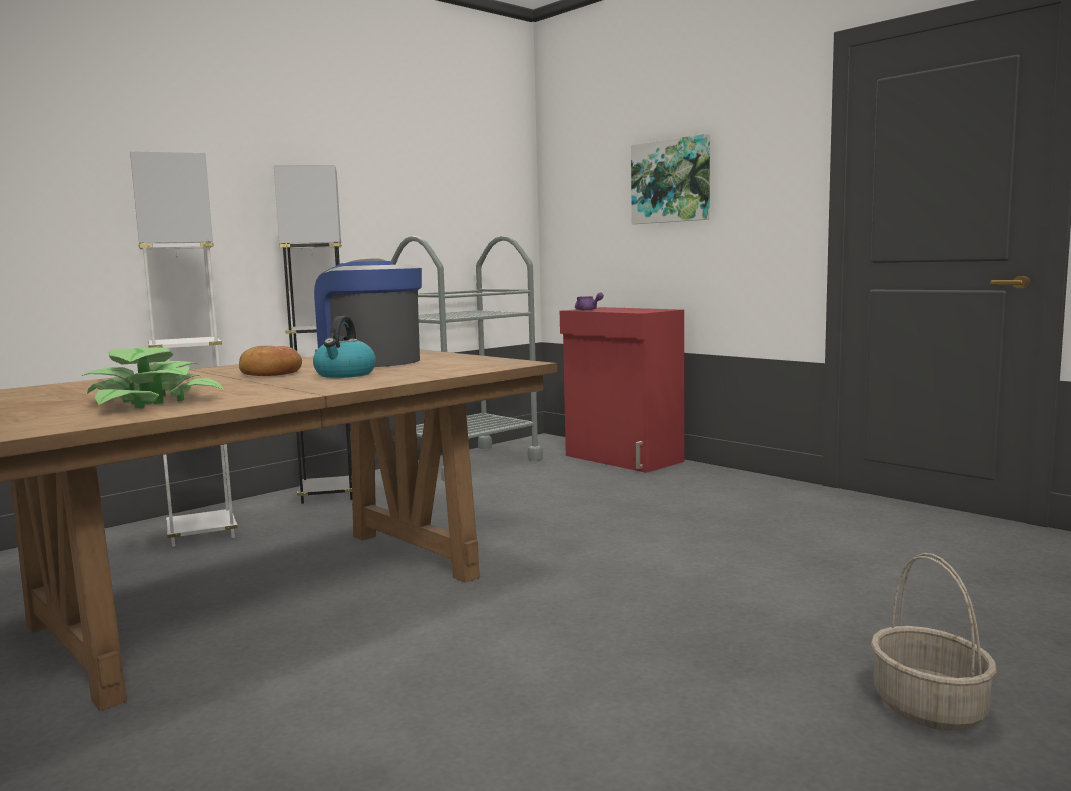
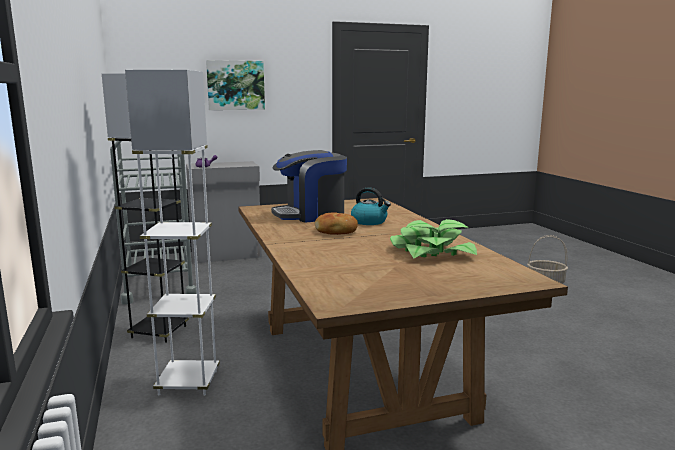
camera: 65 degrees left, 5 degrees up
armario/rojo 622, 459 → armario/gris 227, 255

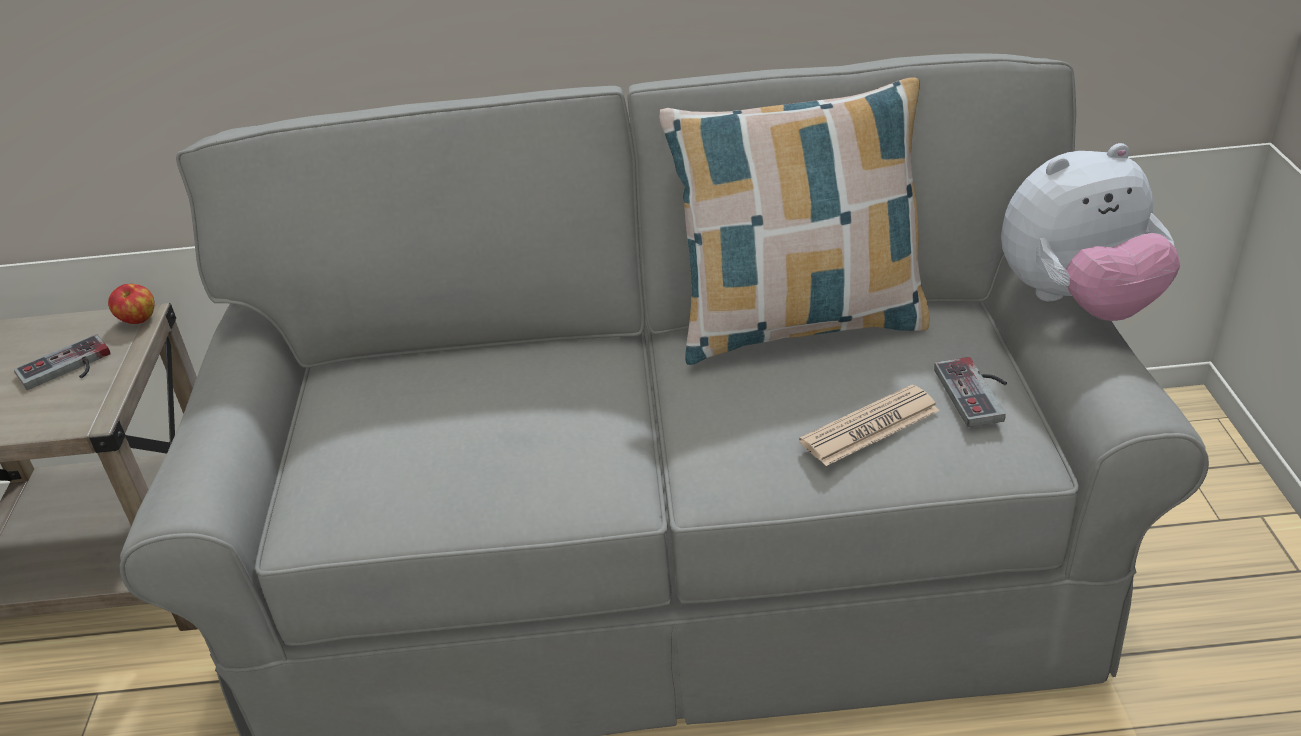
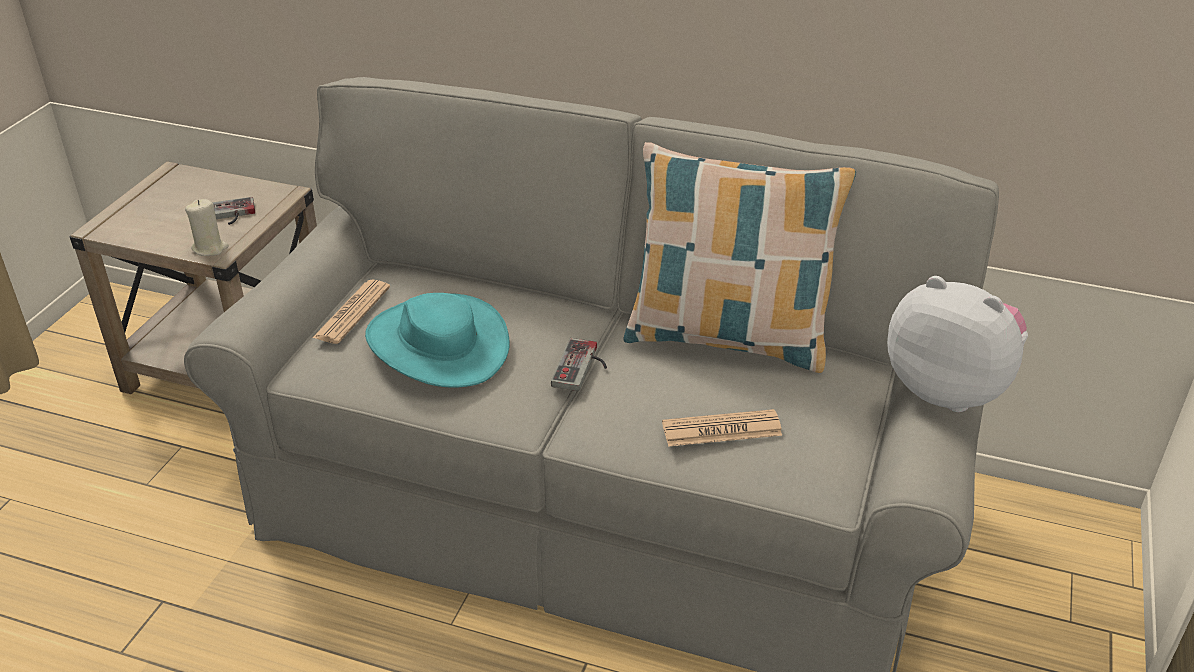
camera: 20 degrees right, 0 degrees up
manzana 138, 320 → -
- → vela/beis 210, 248
- → periódico 352, 313
- → sombrero/turquesa 438, 343
mando de consola 979, 392 → mando de consola 583, 368, move
peluche 1077, 303 → peluche 948, 389, 150 degrees counterclockwise

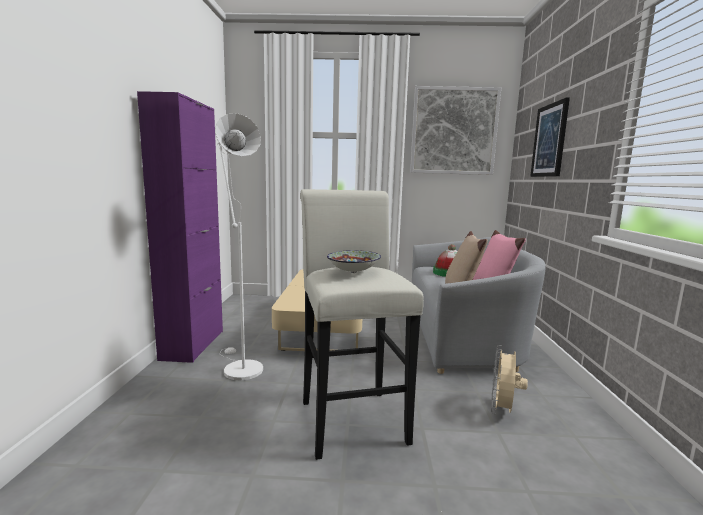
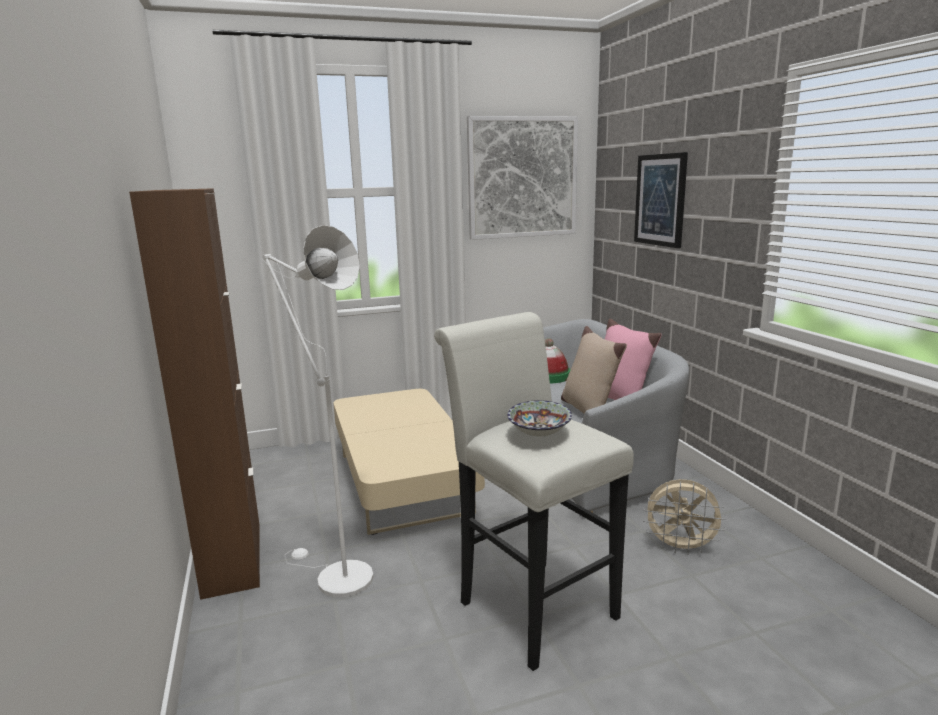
camera: 20 degrees left, 5 degrees up
armario/morado 193, 345 → armario/marrón 232, 558
ventilador/beis 502, 410 → ventilador/beis 681, 548, 75 degrees counterclockwise

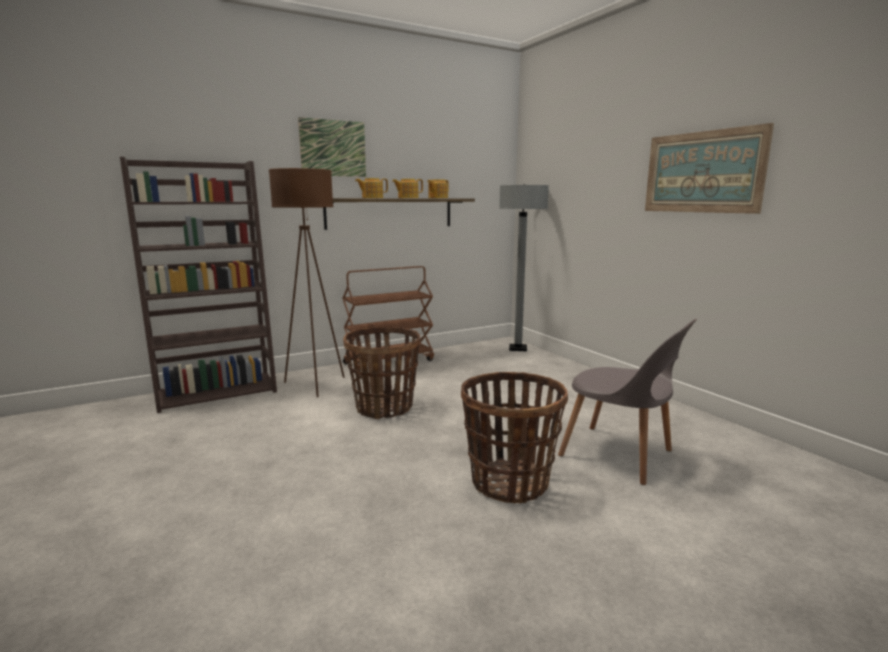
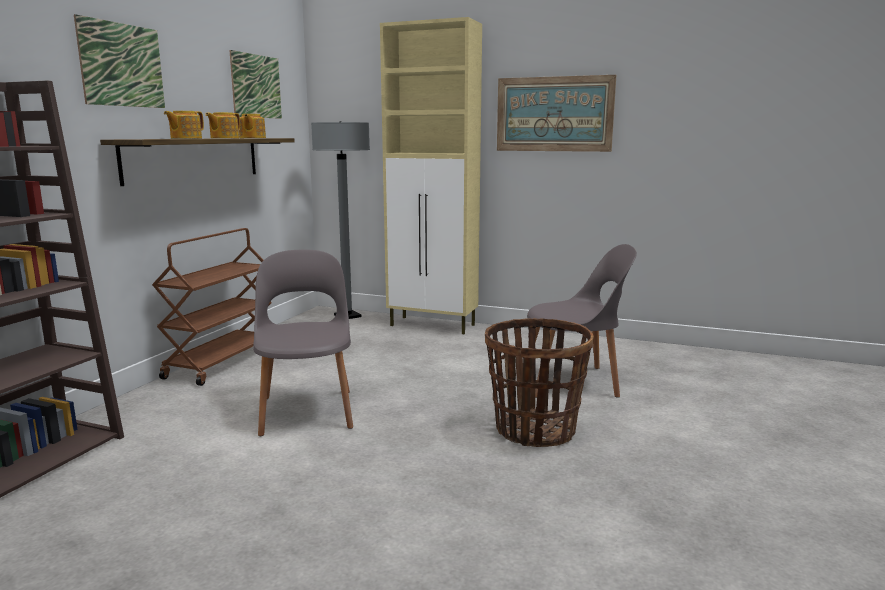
camera: 40 degrees left, 0 degrees up
lámpara de pie/marrón 314, 385 → -
- → cuadro 256, 86
- → armario/beis 433, 325
cesta 384, 407 → silla/gris 307, 410

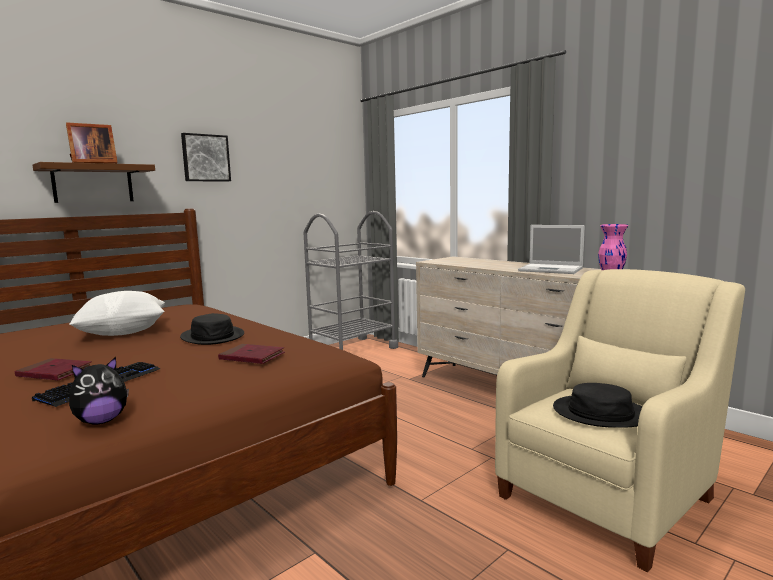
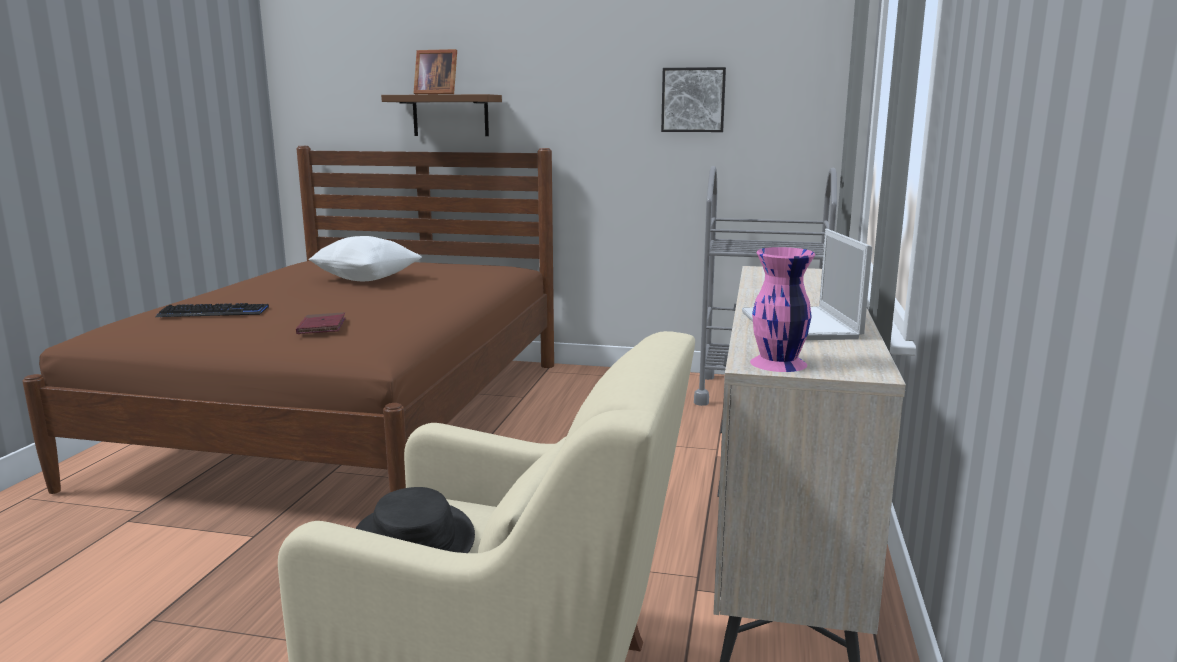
camera: 55 degrees right, 5 degrees up
libro/rojo 54, 373 → -
peluche 101, 421 → -
sombrero/negro 213, 336 → -
cuadro 205, 158 → cuadro 693, 100, move

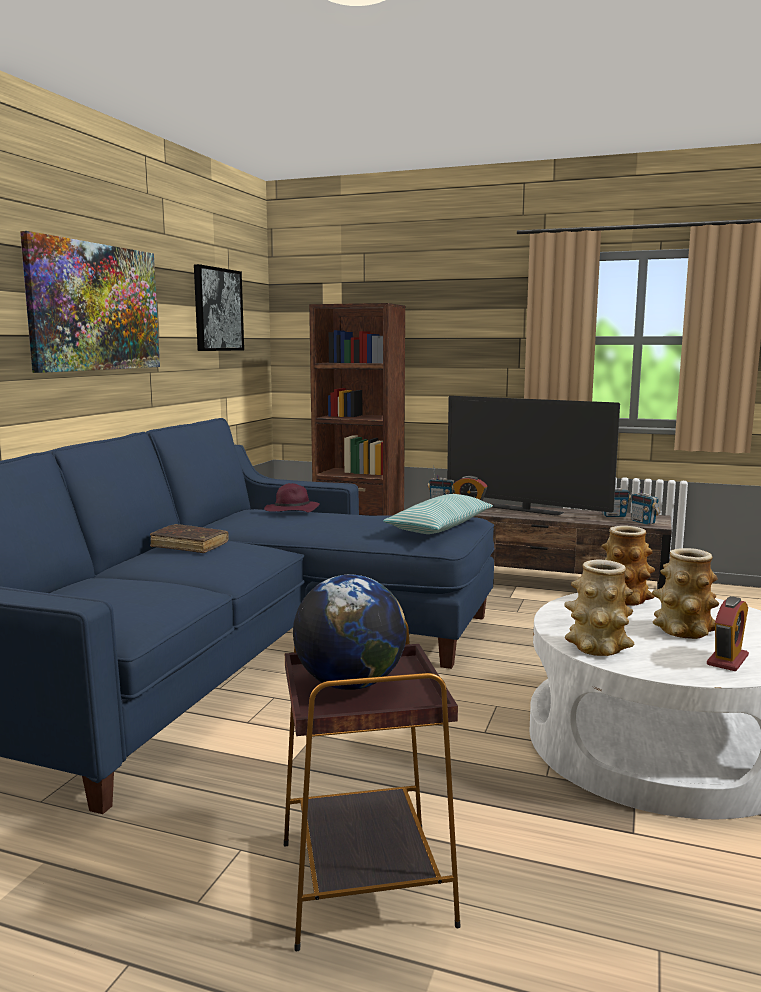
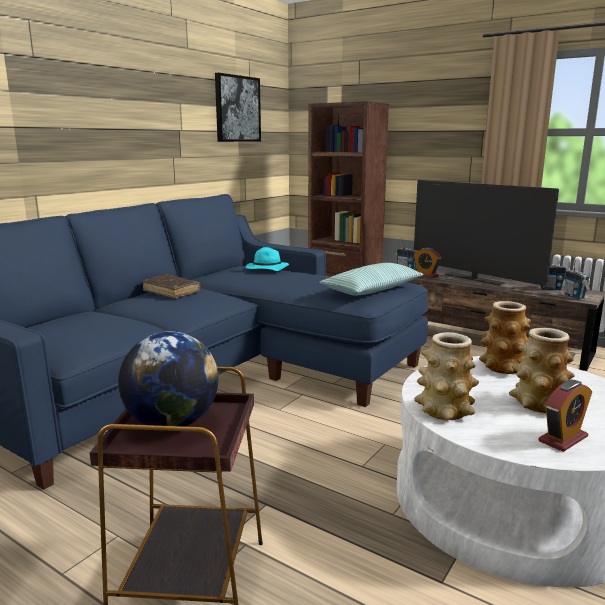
camera: 15 degrees right, 5 degrees up
cuadro 95, 307 → -
sombrero/morado 291, 511 → sombrero/turquesa 266, 269

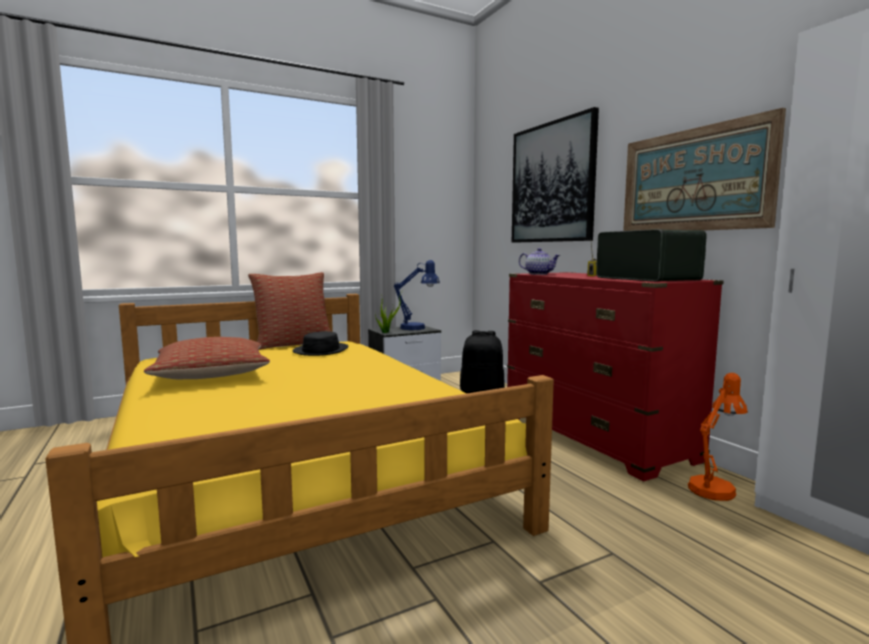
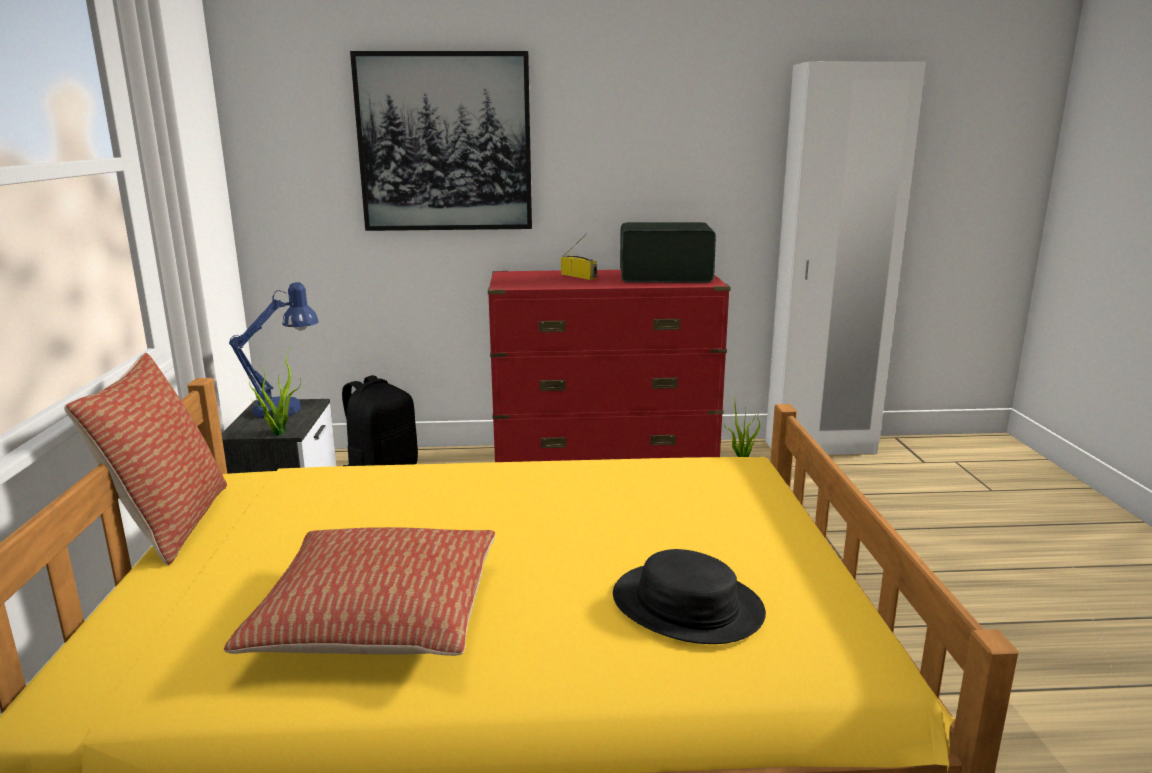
camera: 65 degrees left, 10 degrees up
tetera 539, 274 → -
cuadro 693, 180 → -
sombrero/negro 321, 350 → sombrero/negro 687, 606, move
lámpara de mesa/naranja 714, 487 → planta en maceta 741, 456

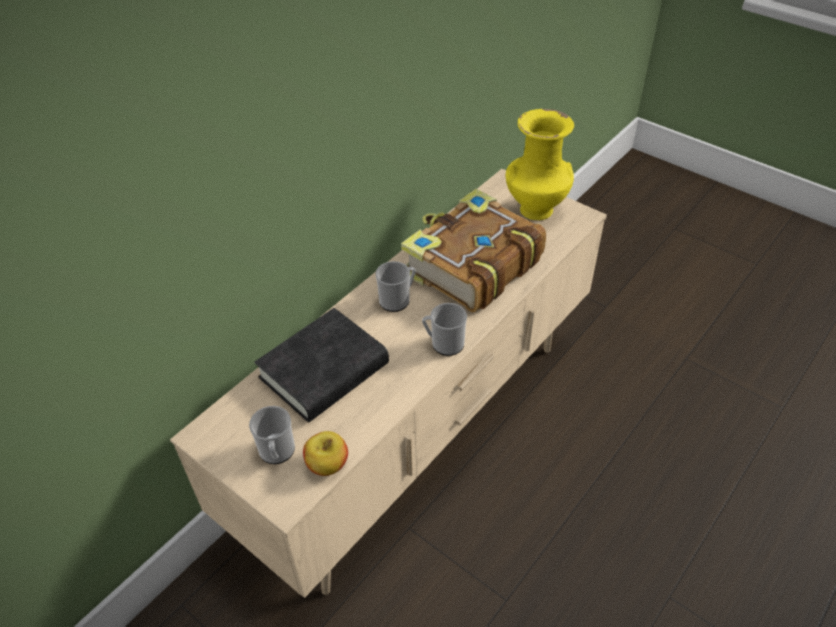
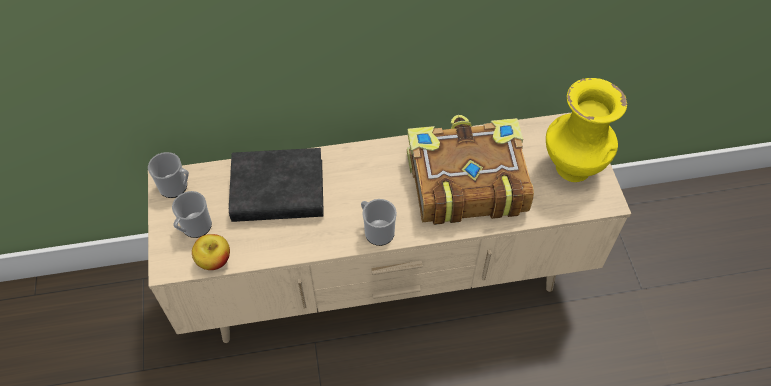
camera: 40 degrees right, 10 degrees up
taza grande 397, 300 → taza grande 176, 187, move

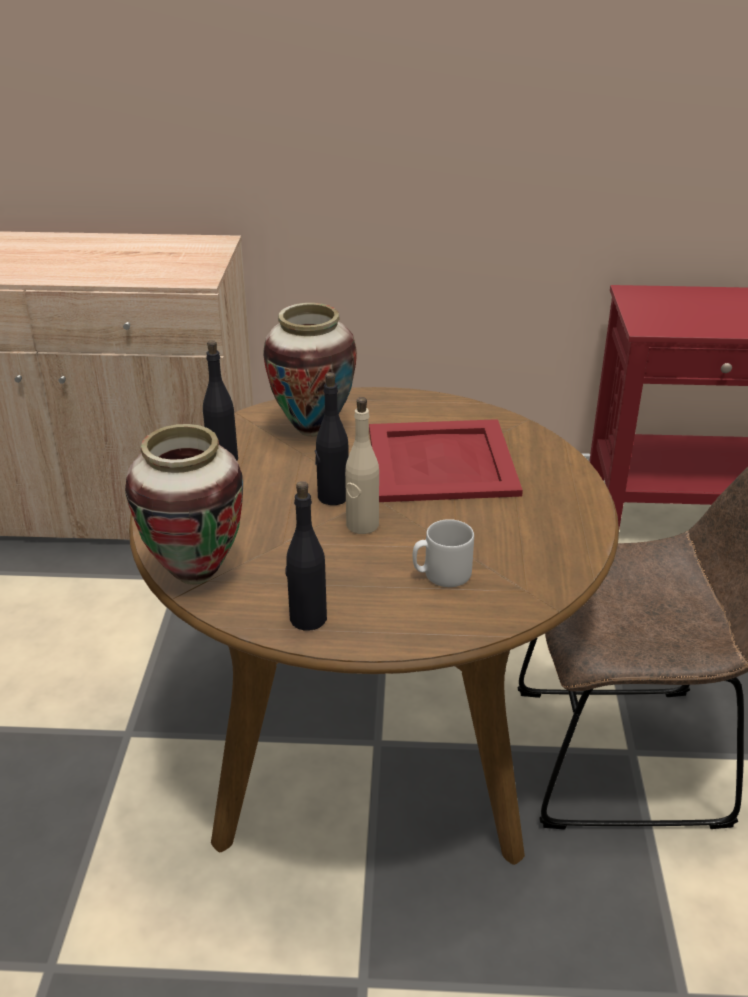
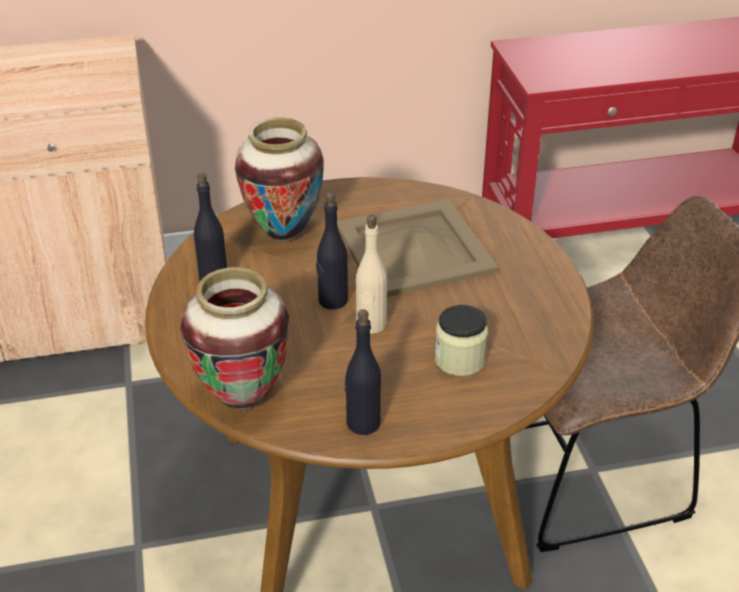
camera: 15 degrees left, 5 degrees up
taza grande/gris 441, 574 → tarro 459, 360
bandeja/rojo 440, 460 → bandeja/beis 412, 248

